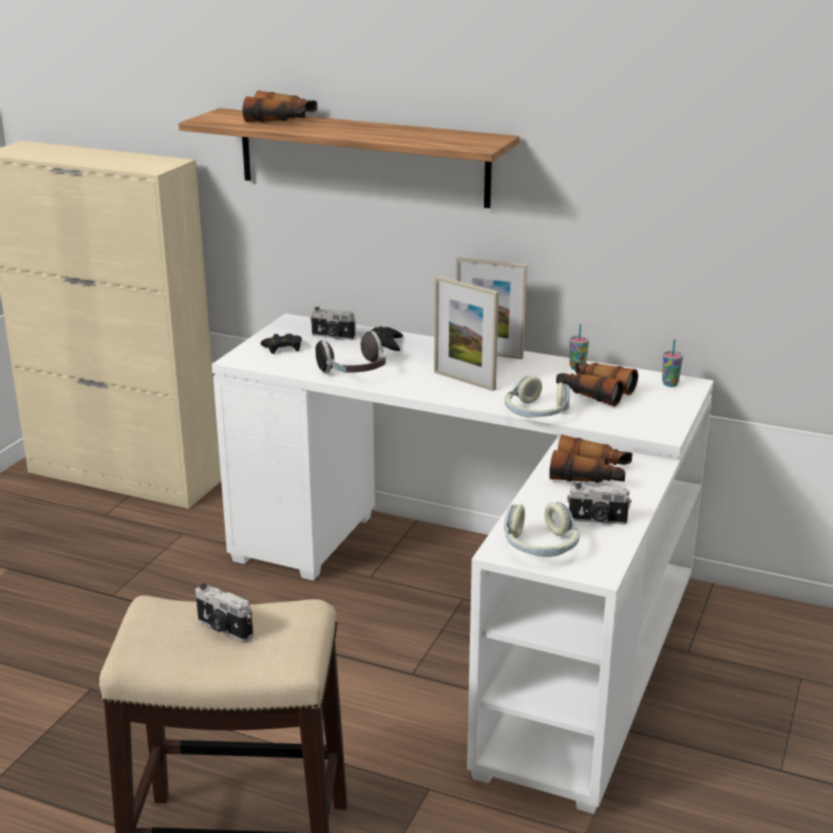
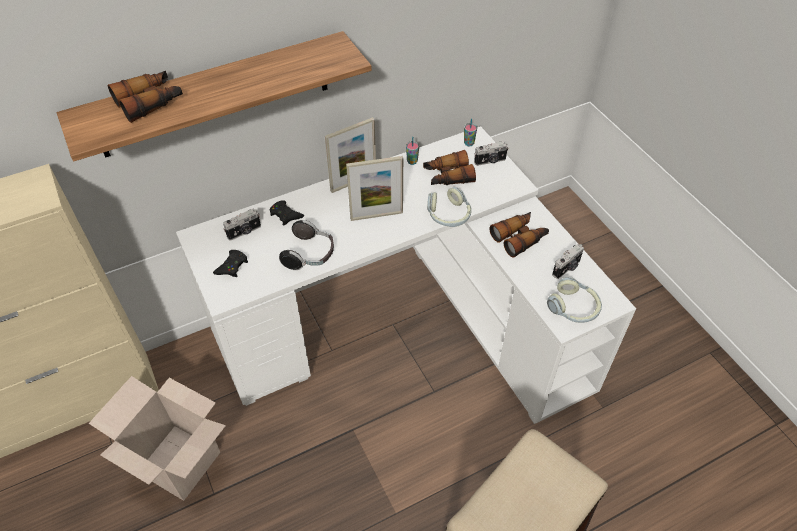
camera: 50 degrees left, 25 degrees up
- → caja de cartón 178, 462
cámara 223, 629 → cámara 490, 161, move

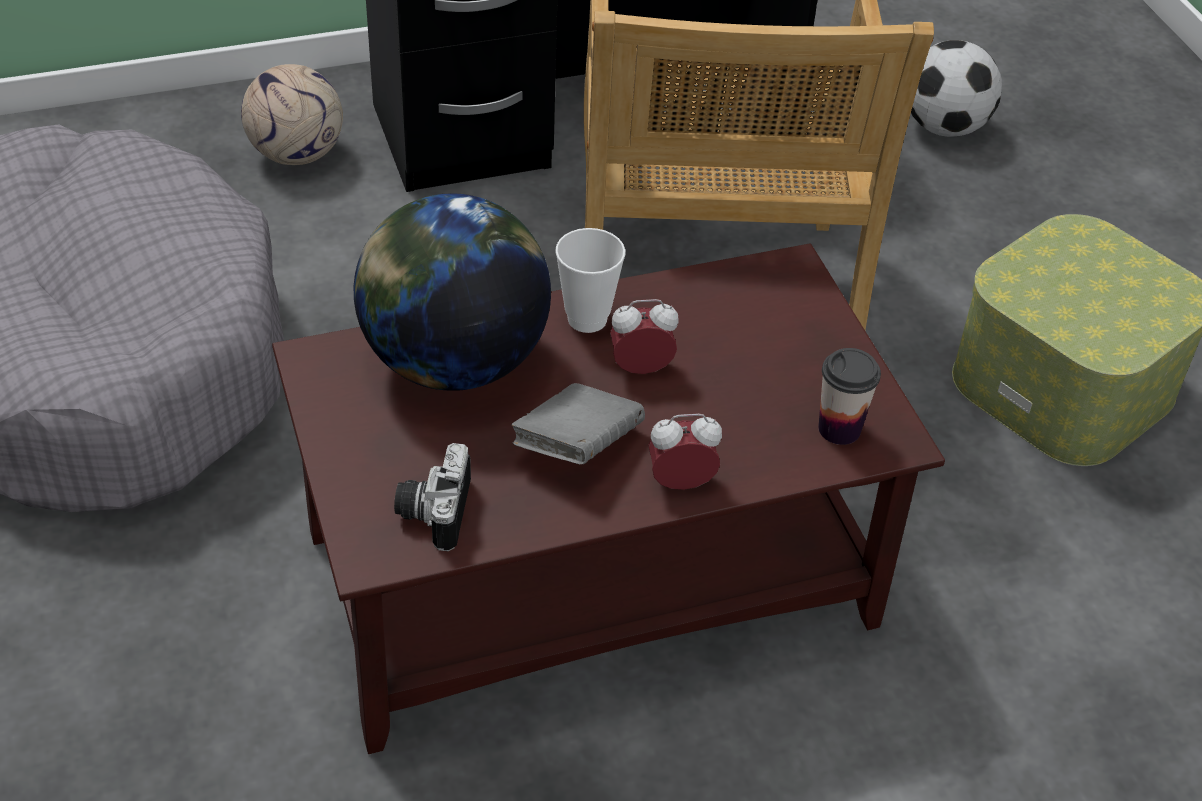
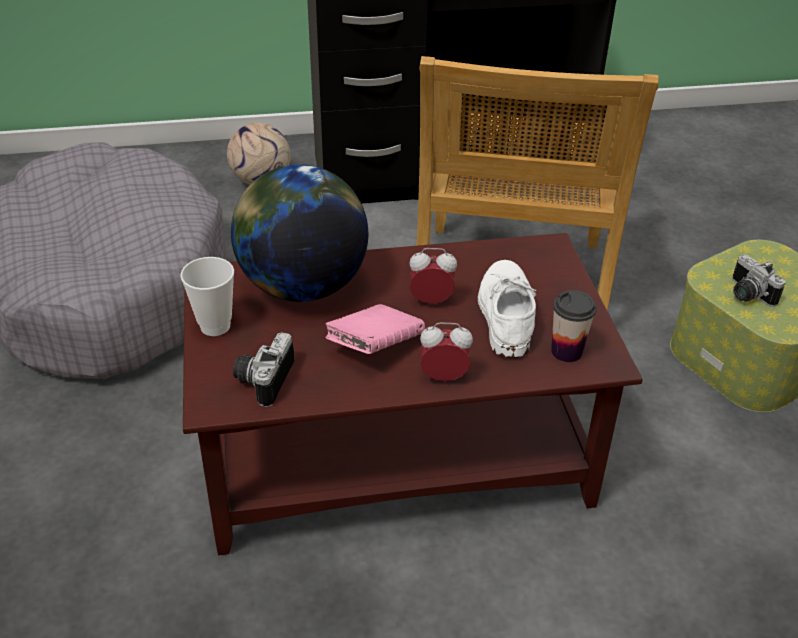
camera: 10 degrees right, 5 degrees down
balón de fútbol 944, 127 → -
- → zapato/blanco 505, 312
- → cámara 746, 294
taza 587, 319 → taza 215, 326, move
libro/gris 577, 446 → libro/rosa 375, 346

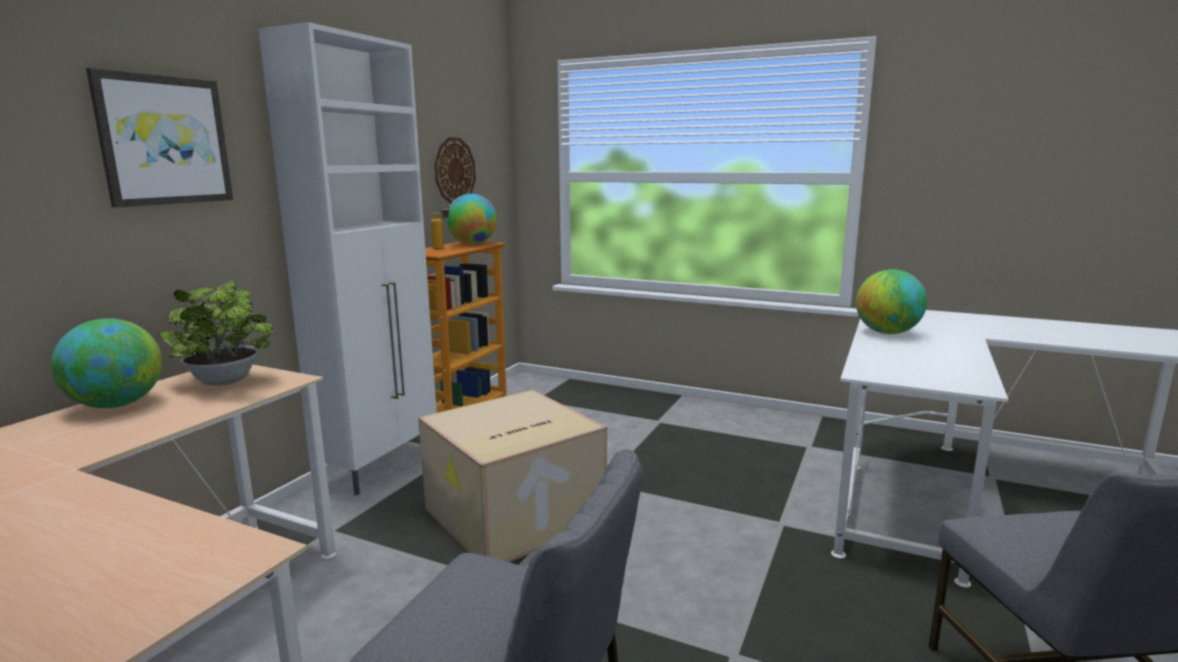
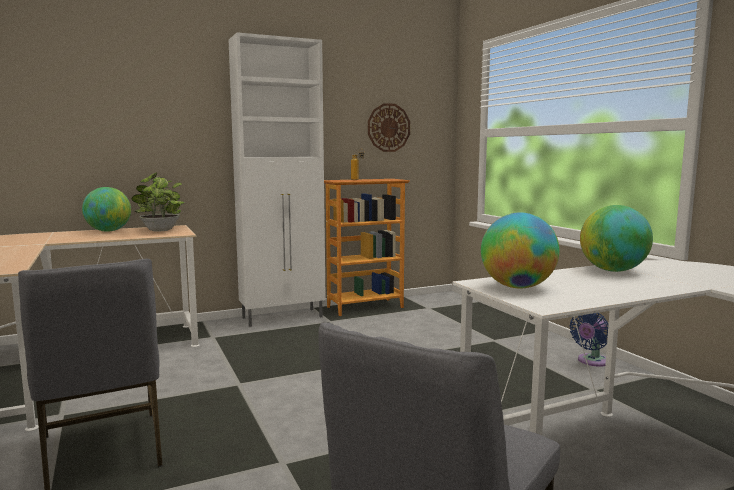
camera: 40 degrees right, 5 degrees down
cuadro 164, 140 → -
caja de cartón 513, 516 → -
- → ventilador/azul 591, 361
globo terráqueo 473, 244 → globo terráqueo 517, 287, move

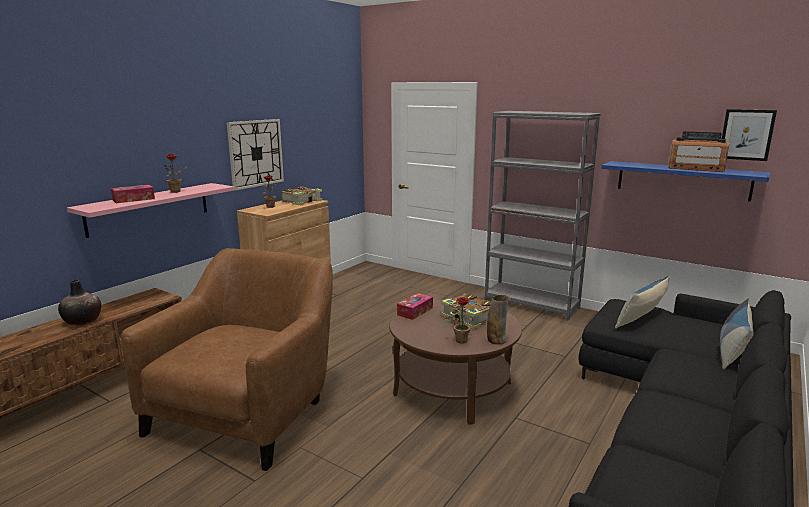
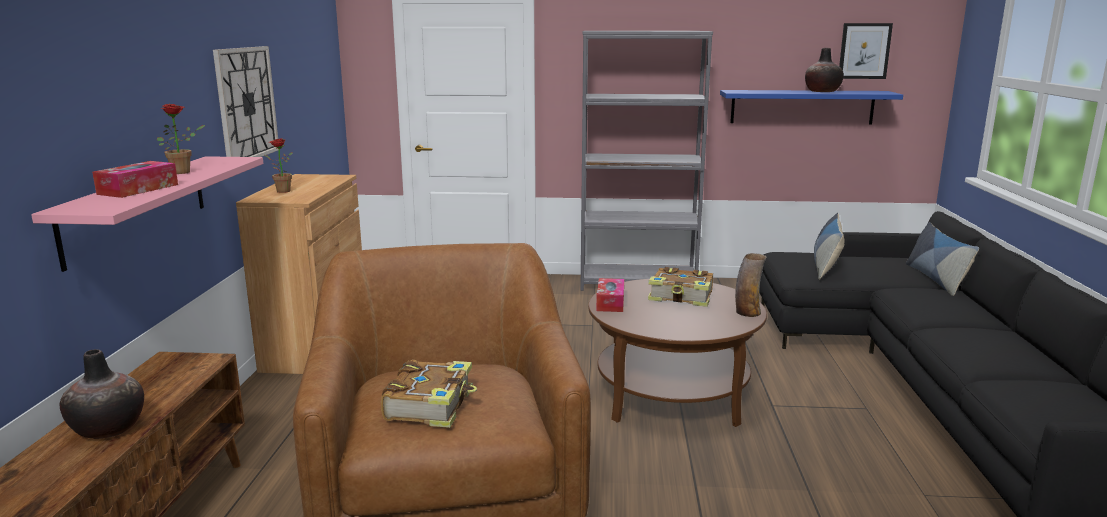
camera: 30 degrees left, 0 degrees up
planta en maceta 462, 339 → -
libro 302, 201 → libro 431, 405, move
radio 696, 168 → florero 822, 91

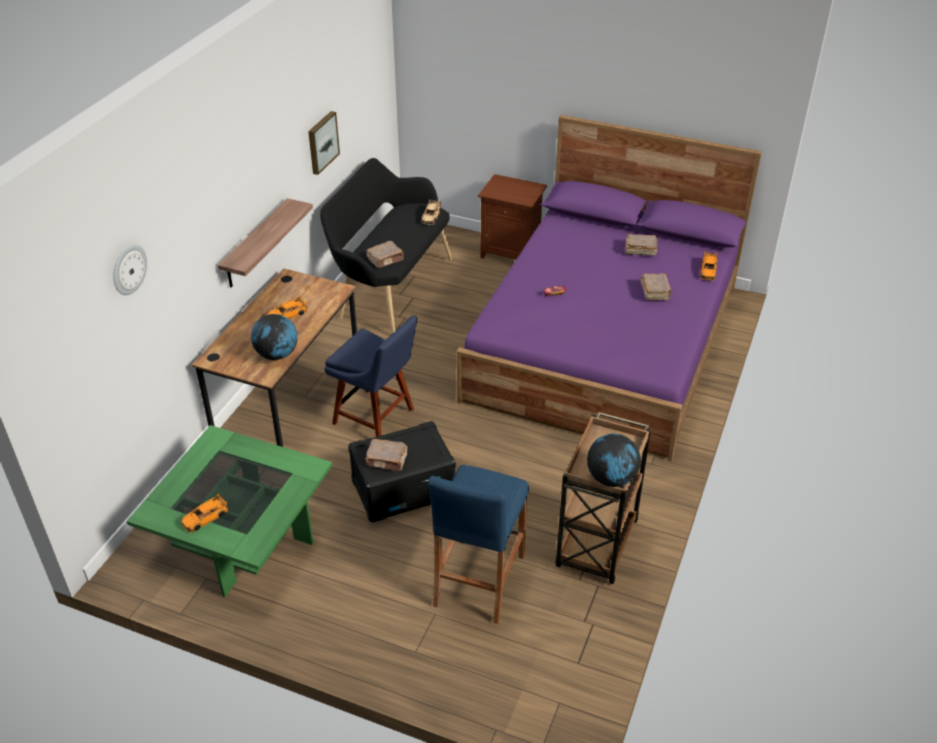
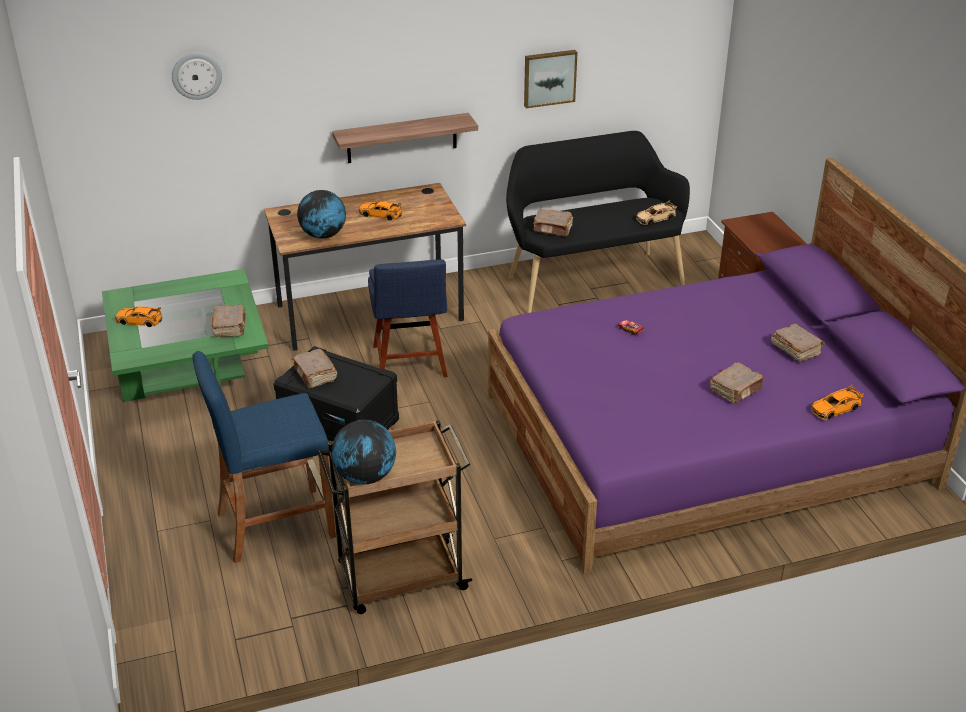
camera: 50 degrees right, 5 degrees down
- → libro/marrón 230, 327

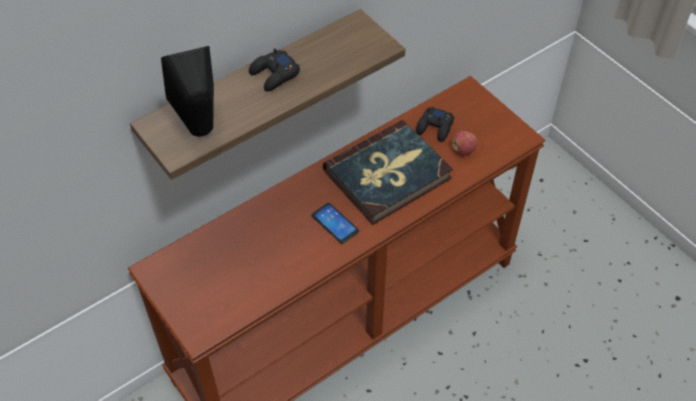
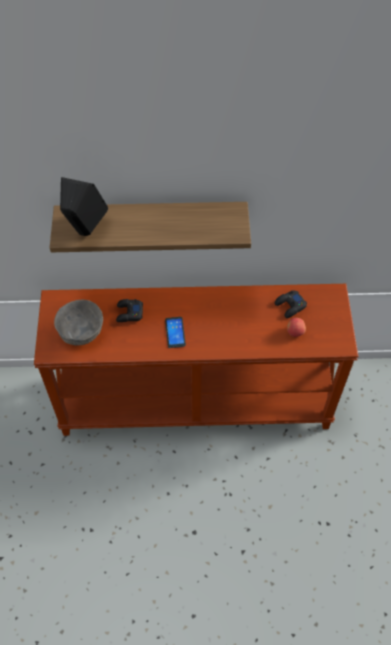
camera: 35 degrees right, 5 degrees up
libro 388, 175 → -
- → cuenco/gris 81, 332
mando de consola/negro 274, 75 → mando de consola/negro 129, 313, move

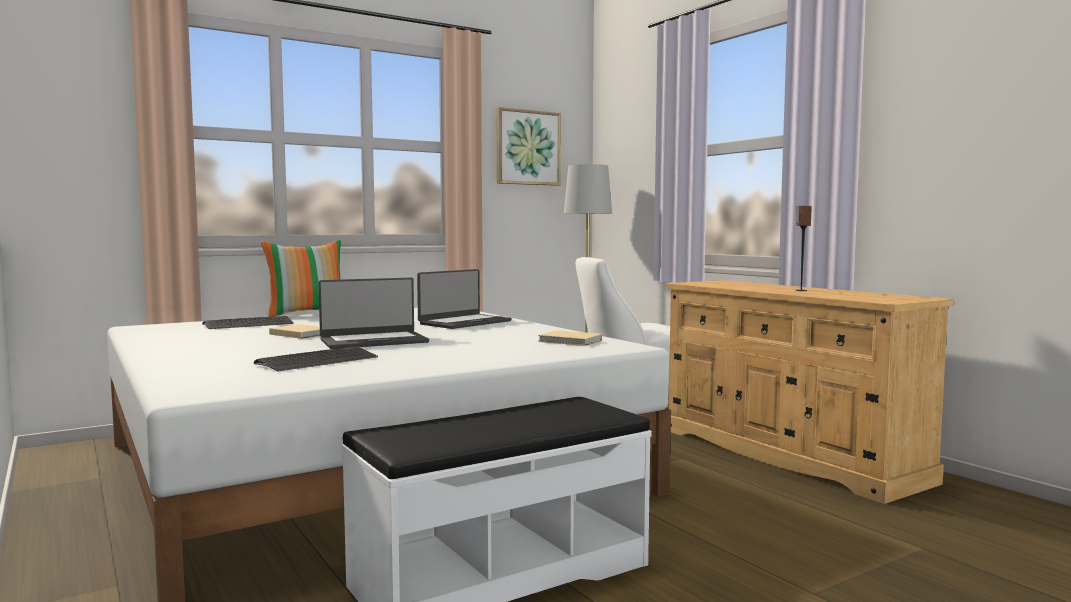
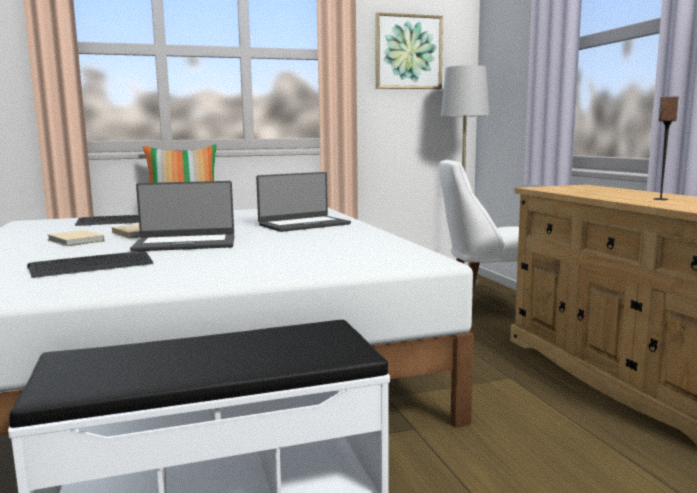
camera: 15 degrees right, 5 degrees up
libro/beis 571, 341 → libro/beis 75, 241, move

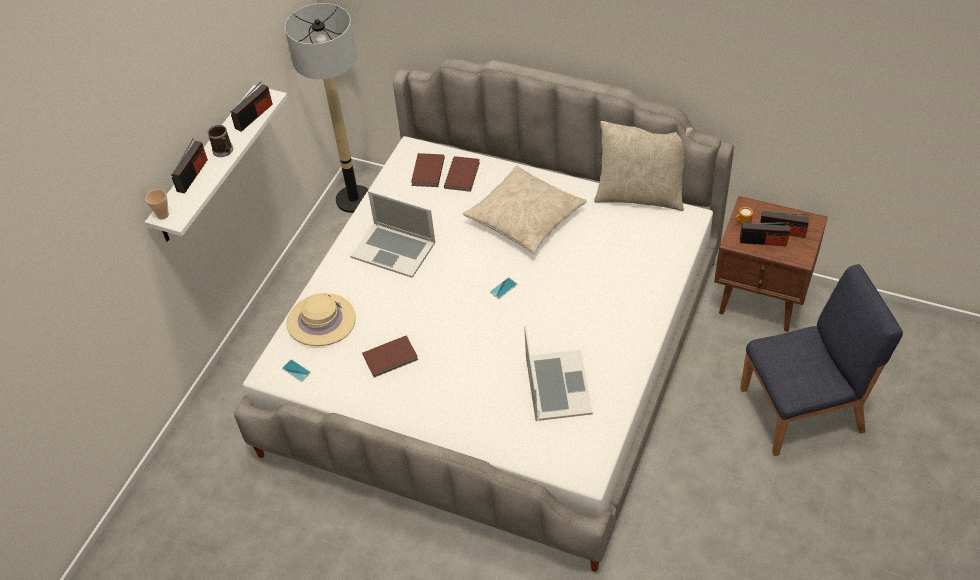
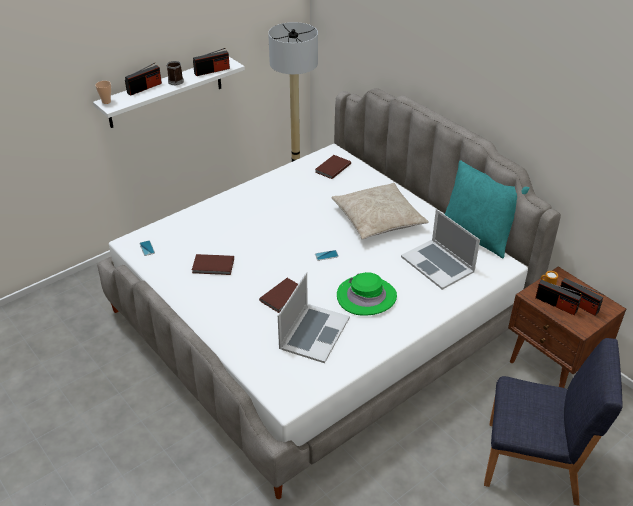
camera: 25 degrees right, 10 degrees down
sombrero/beis 321, 321 → -
- → sombrero/verde 366, 296
portátil 393, 249 → portátil 438, 264, move
libro/marrón 463, 175 → libro/marrón 284, 296, move
cojín/beis 640, 195 → cojín/turquesa 476, 236

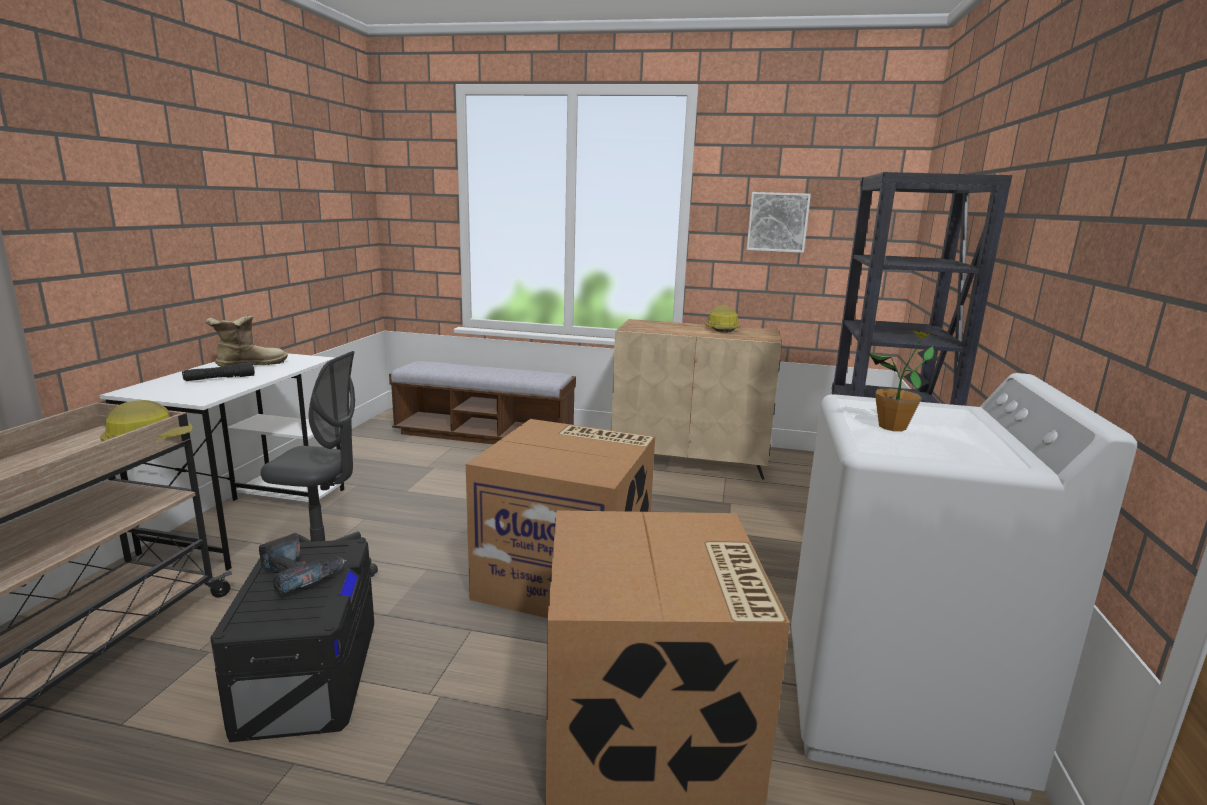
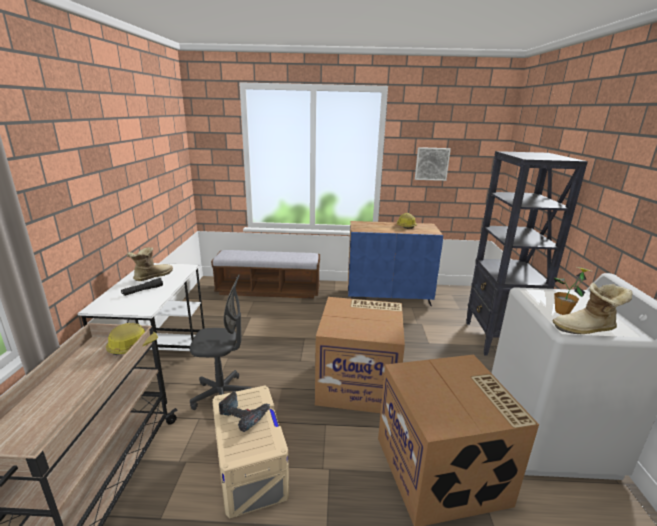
camera: 10 degrees left, 5 degrees up
- → bota 586, 330
caja de almacenaje/negro 308, 672 → caja de almacenaje/beis 250, 466
armario/beis 690, 459 → armario/azul 388, 297

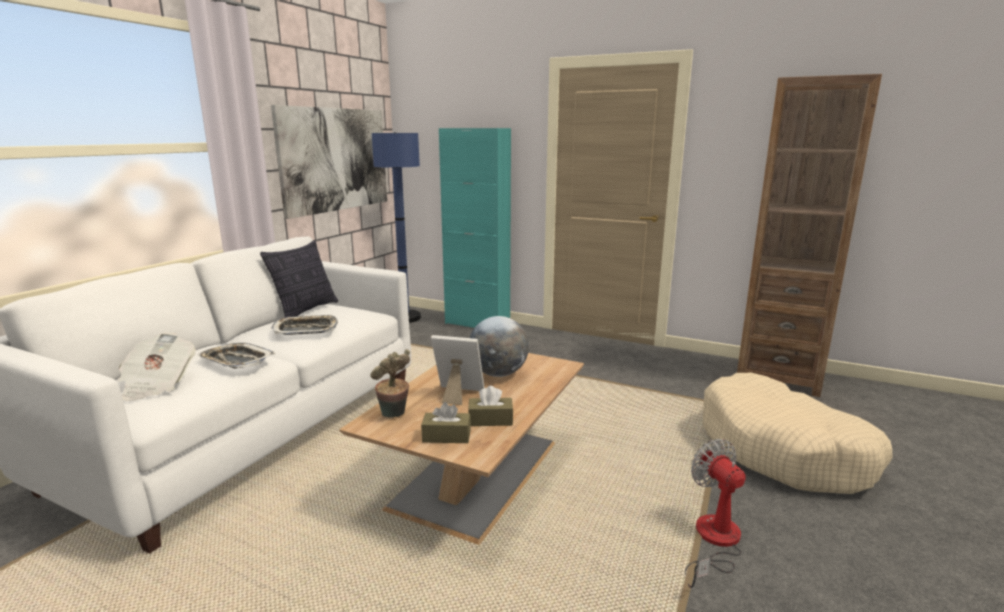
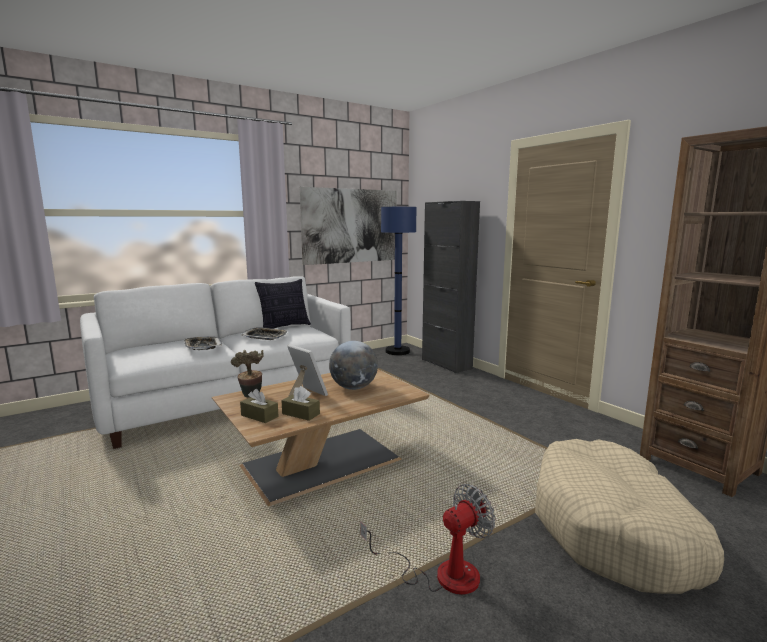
camera: 30 degrees right, 5 degrees down
periódico 157, 384 → -
armario/turquesa 477, 324 → armario/negro 446, 364
ventilador 714, 541 → ventilador 441, 574, 45 degrees clockwise

